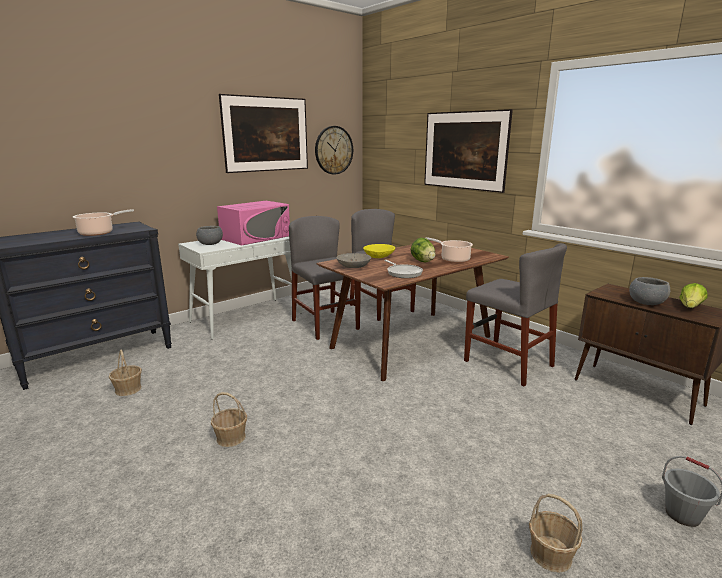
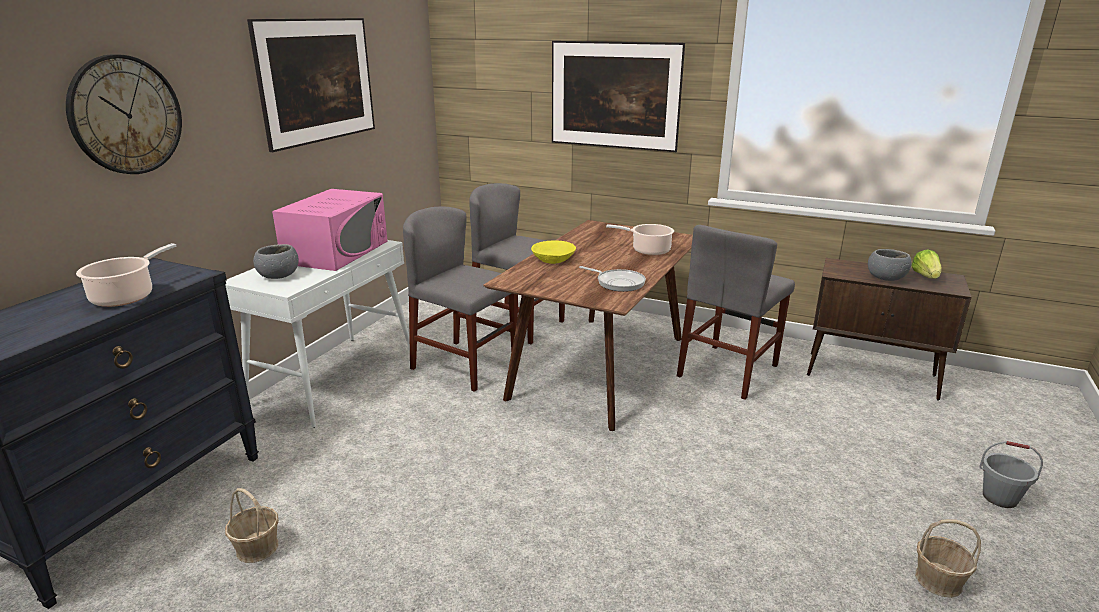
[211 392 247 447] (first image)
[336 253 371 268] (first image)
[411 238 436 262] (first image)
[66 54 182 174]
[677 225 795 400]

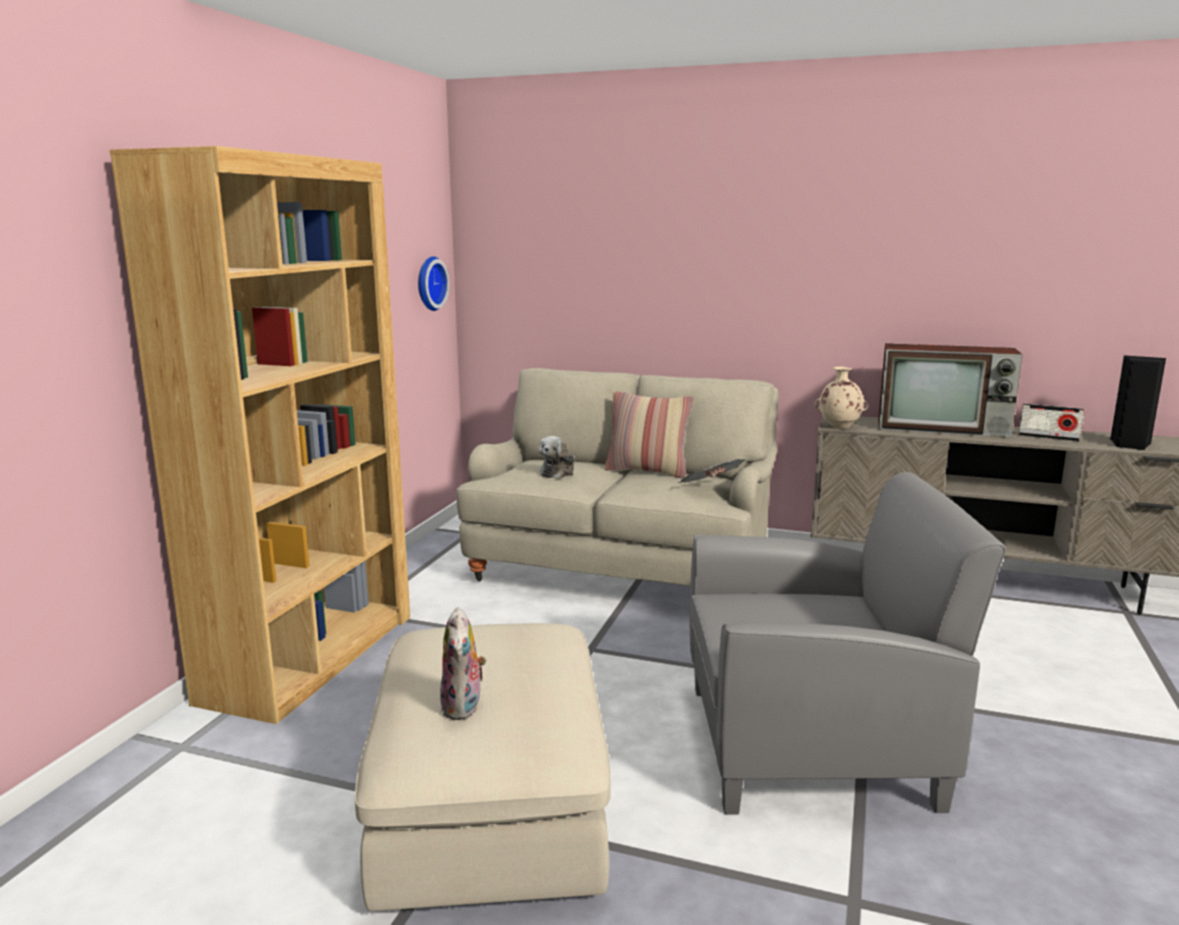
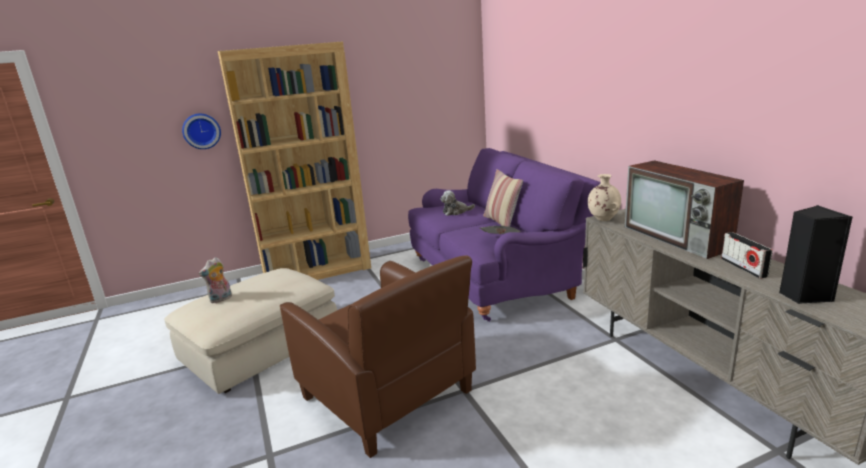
[182 114 221 149]
[408 148 601 322]
[280 255 476 458]

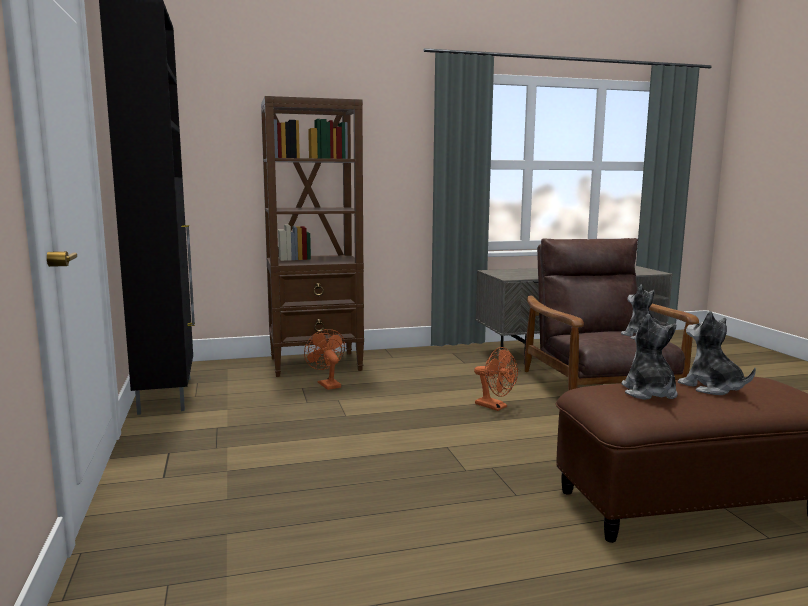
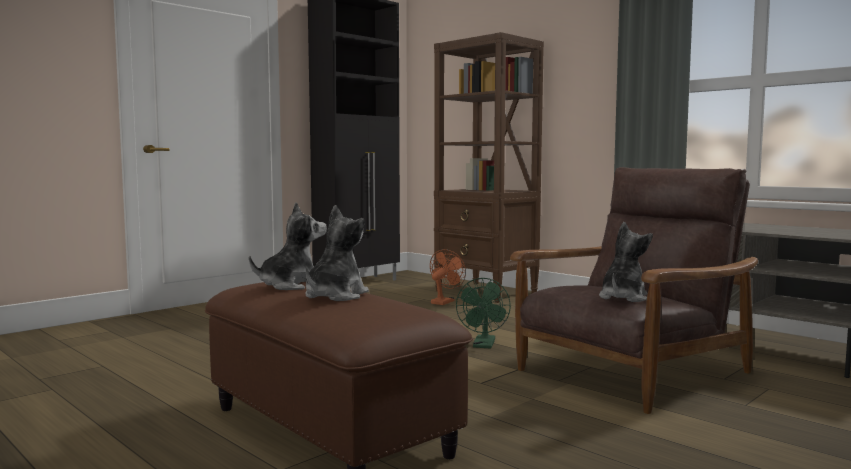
[456 278 511 349]

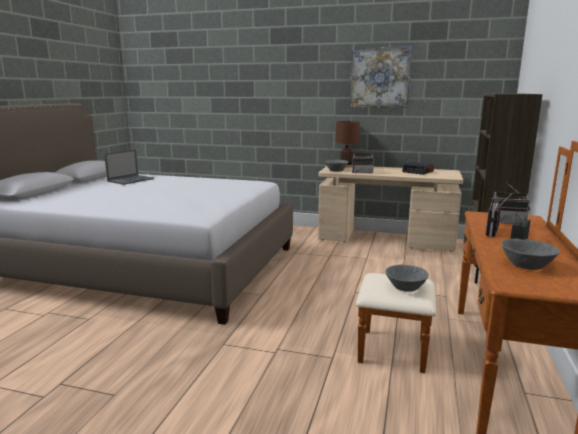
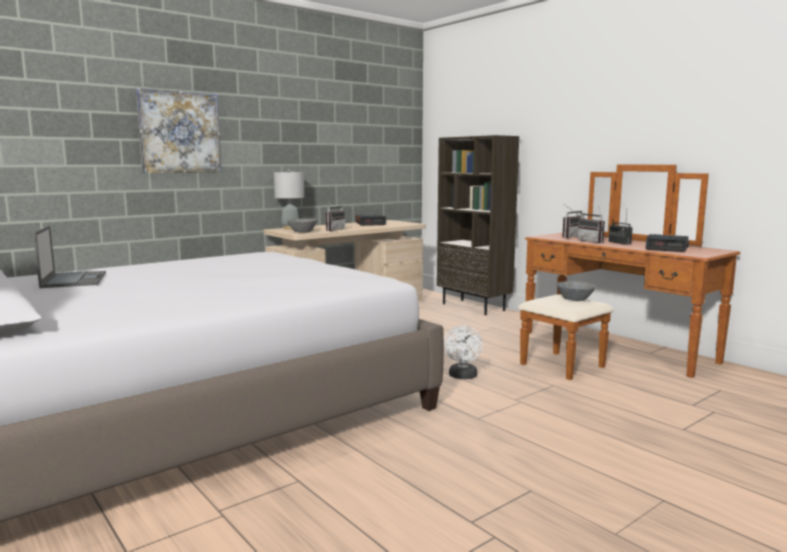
[444 325 482 379]
[136 88 222 173]
[646 234 689 252]
[274 170 304 229]

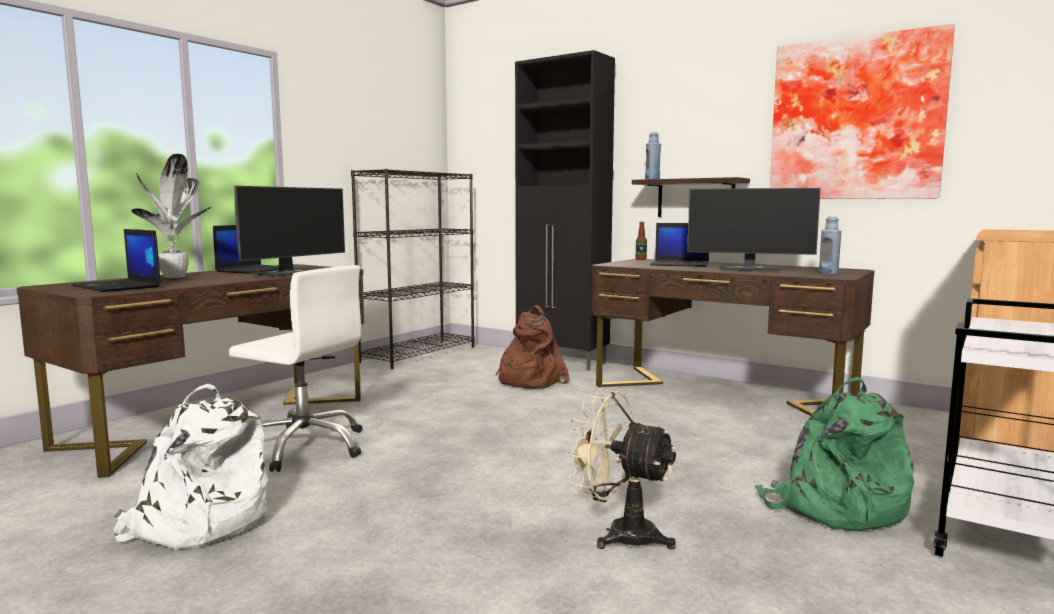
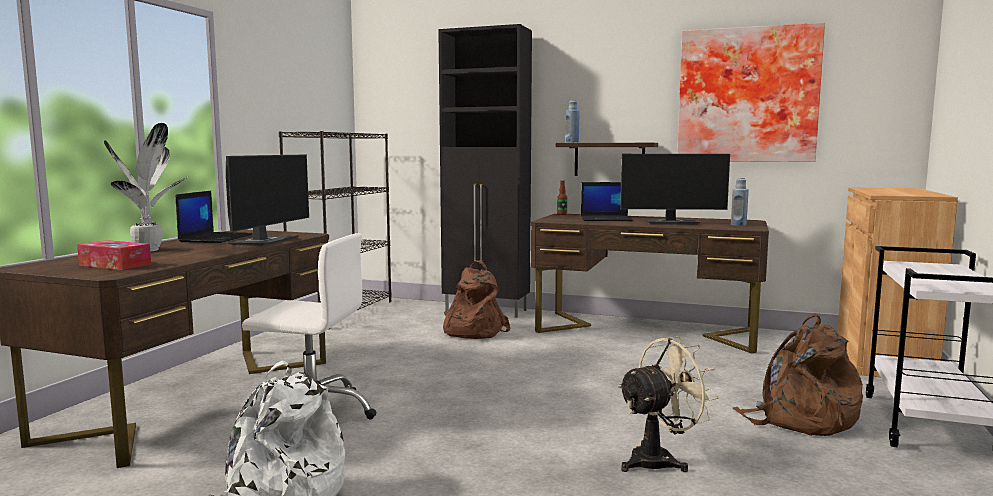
[77 240 151 270]
[733 313 863 436]
[618 336 719 472]

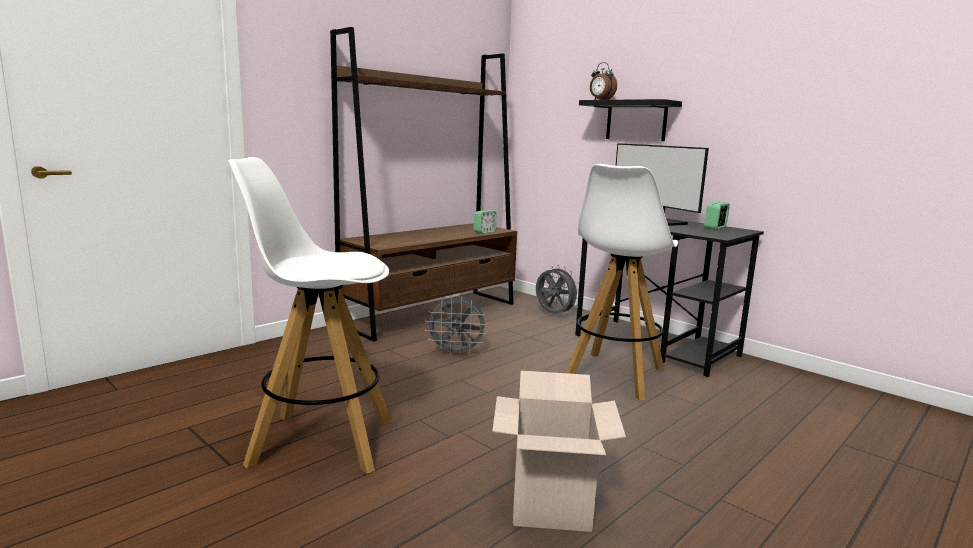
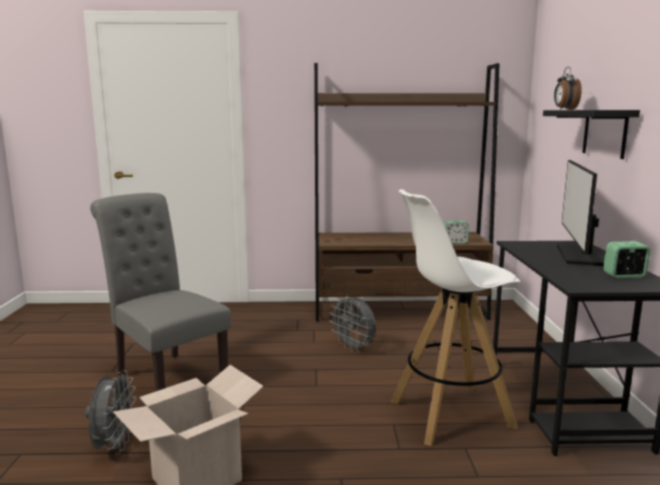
[85 370 136 454]
[90 193 231 391]

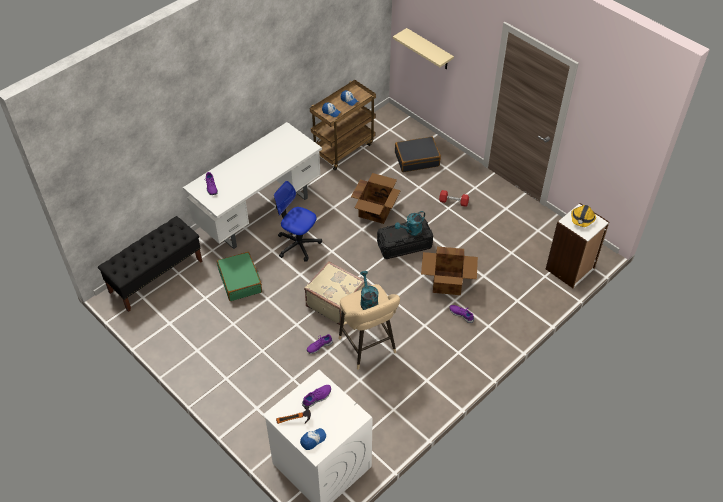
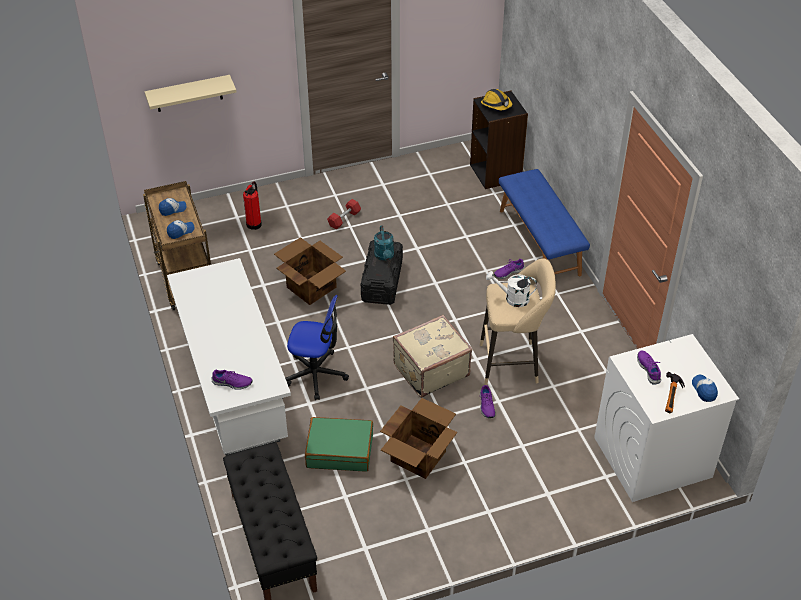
[499 169 590 276]
[380 398 457 479]
[243 182 262 230]
[486 271 537 307]
[470 90 528 189]
[285 295 349 400]

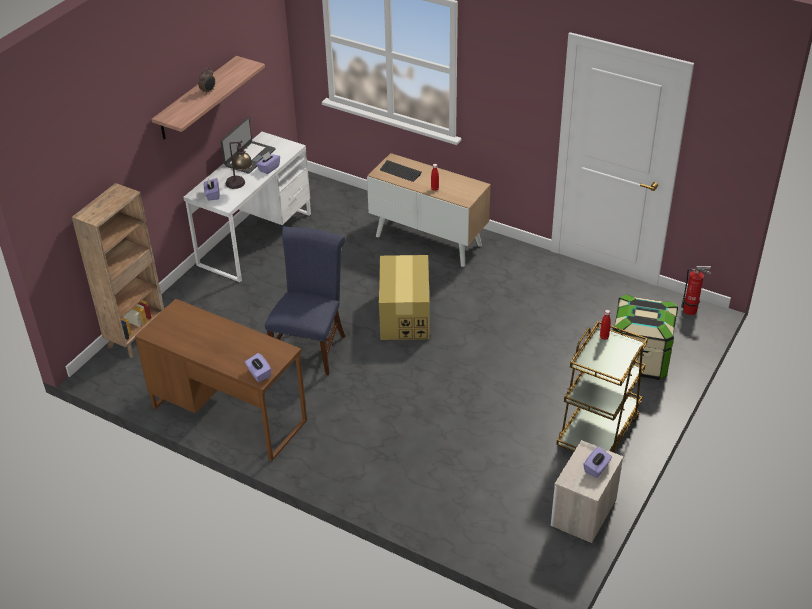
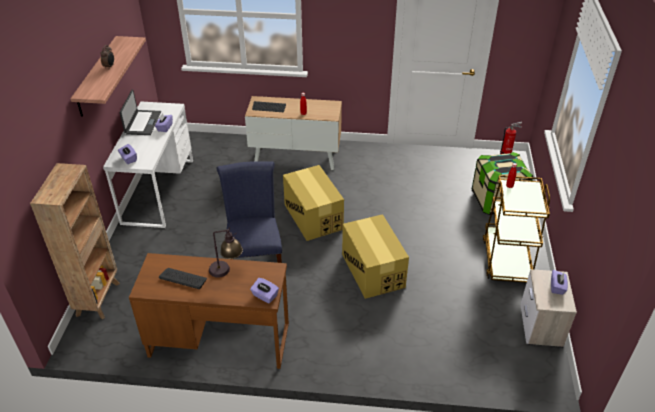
[159 268 207 289]
[342 214 409 299]
[209 228 243 278]

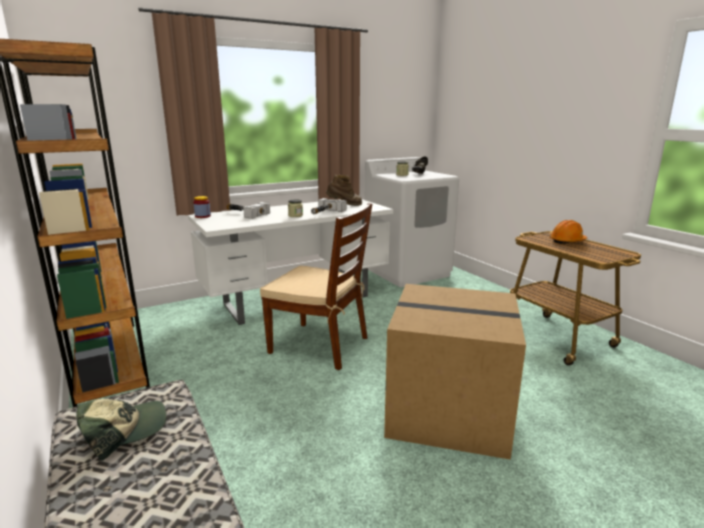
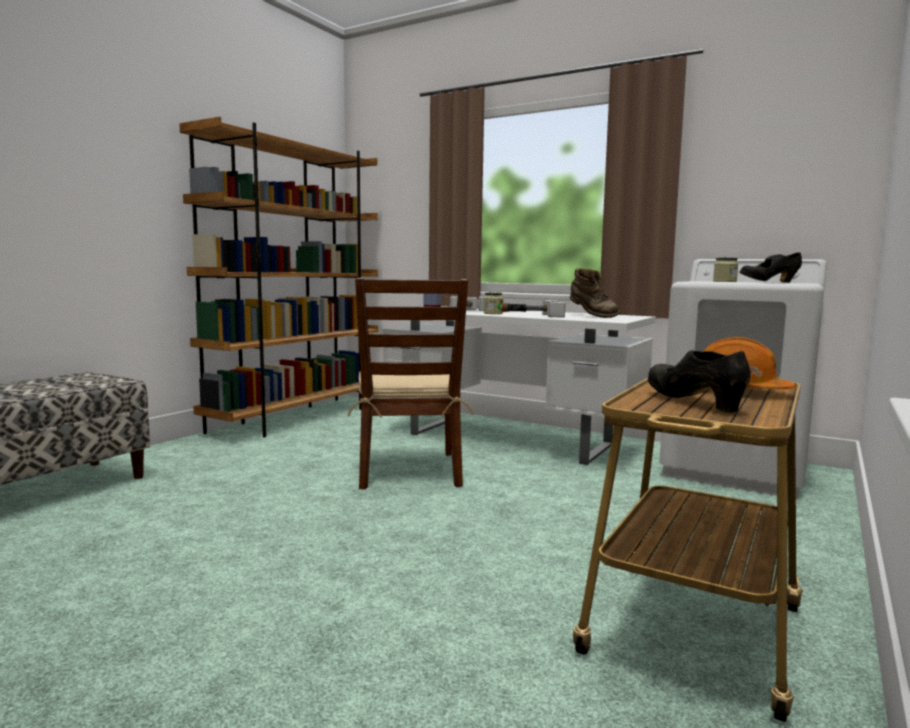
[76 399 167 461] (first image)
[384 284 526 460] (first image)
[648 350 751 413]

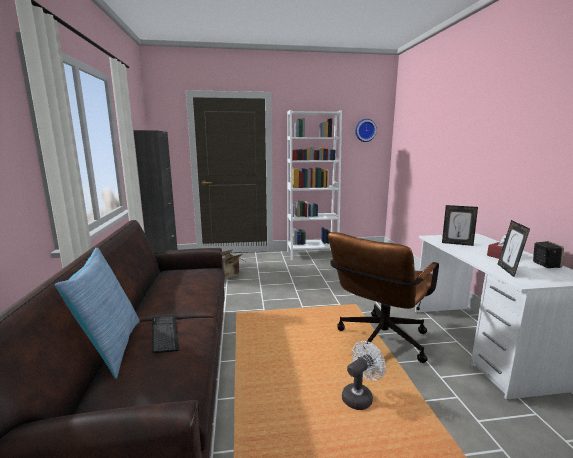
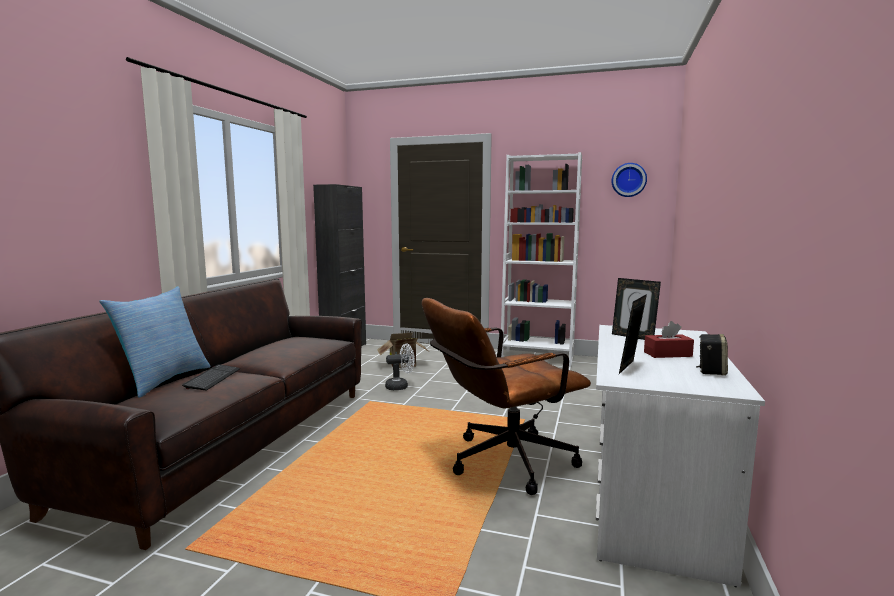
[385 344 415 390]

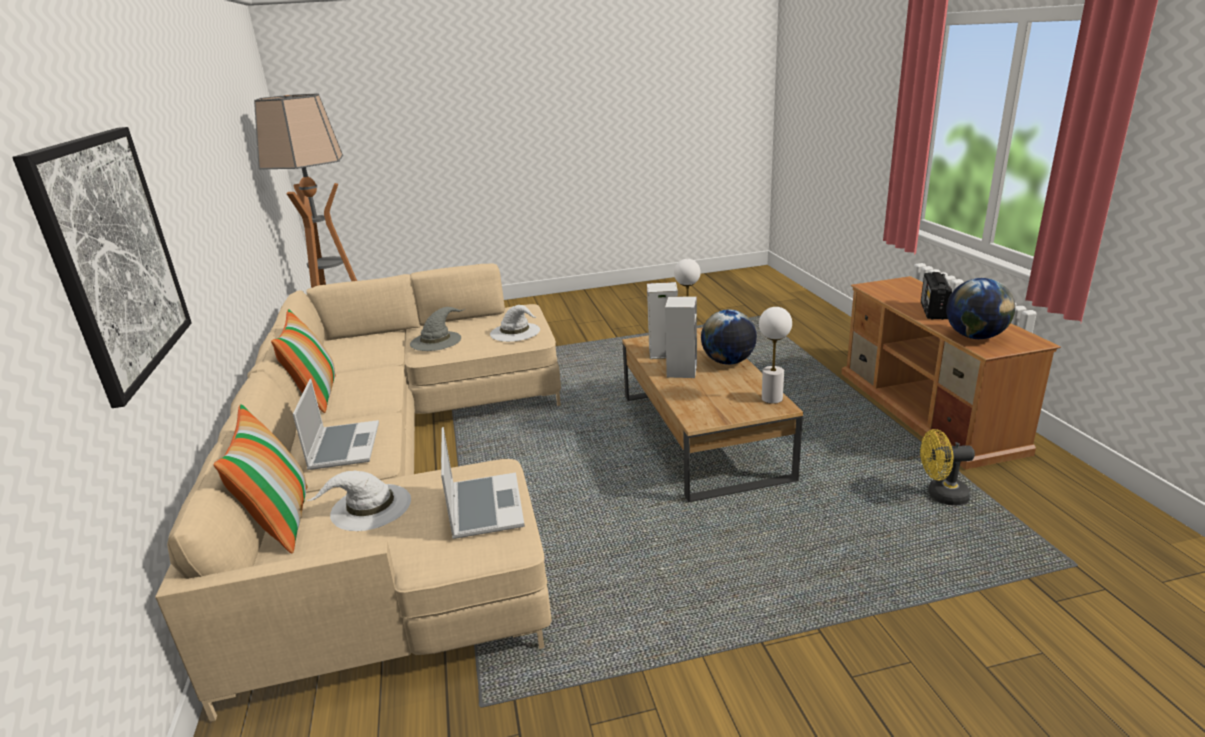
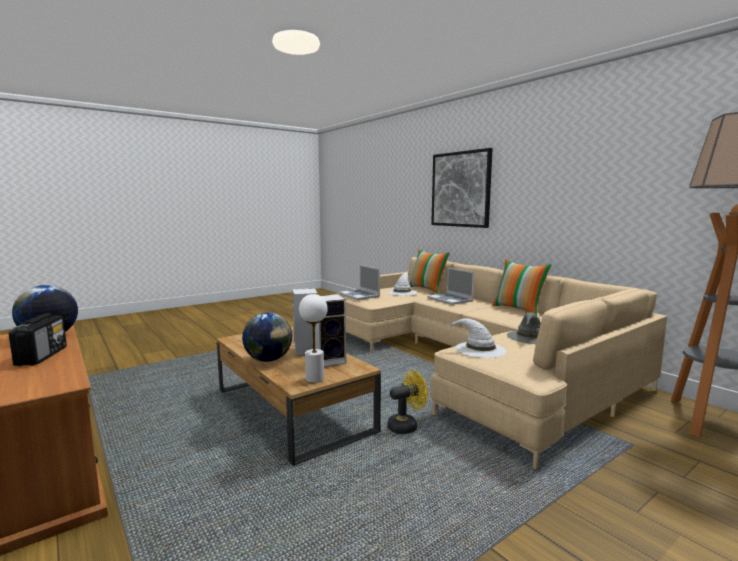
[759 307 792 404] (first image)
[387 370 428 434]

